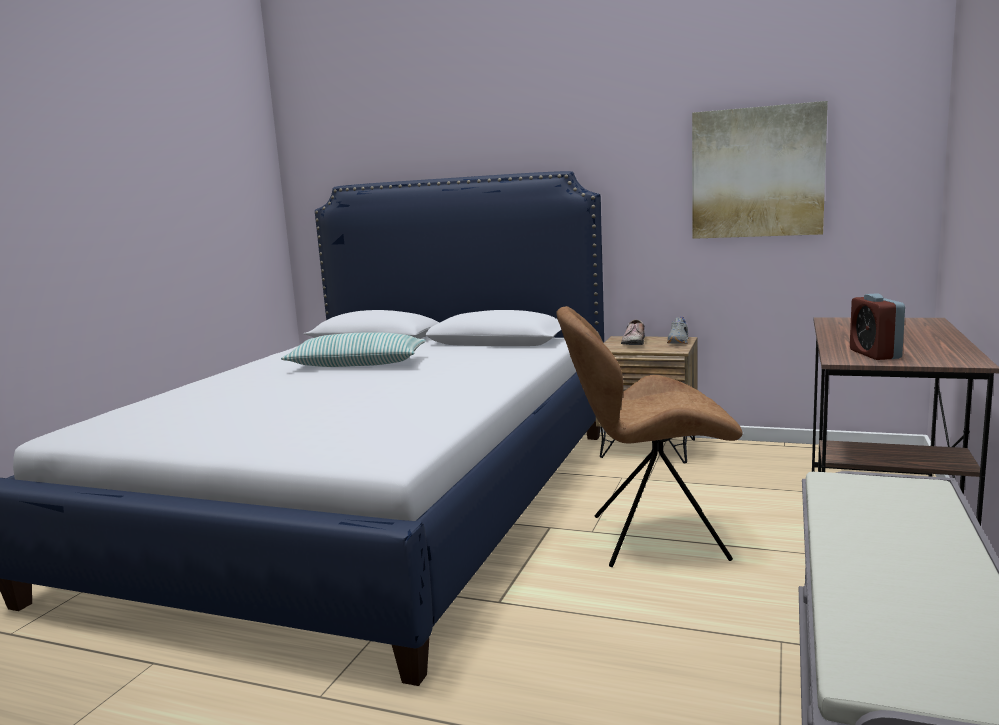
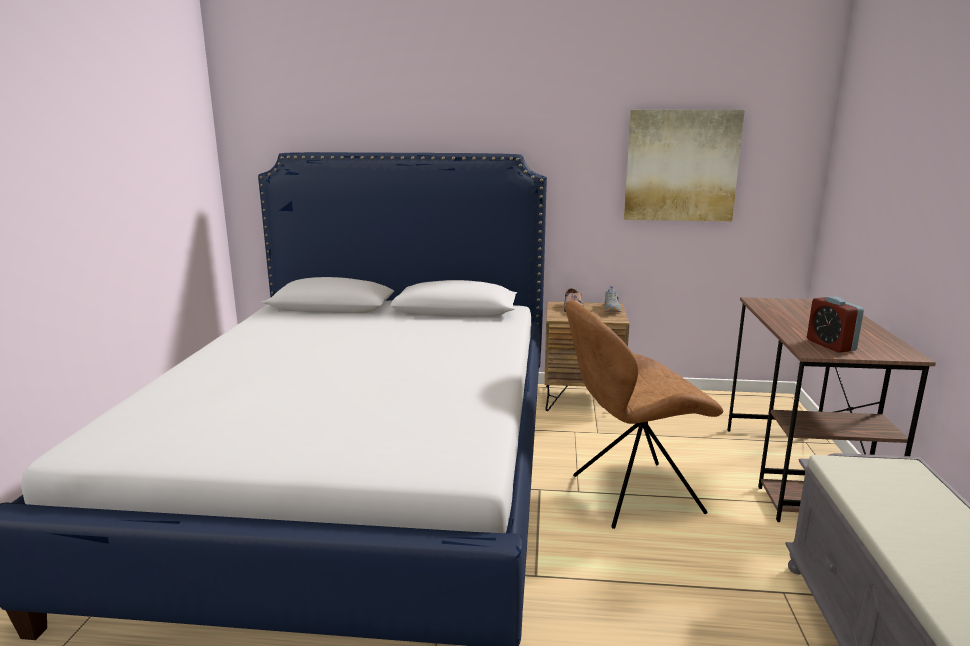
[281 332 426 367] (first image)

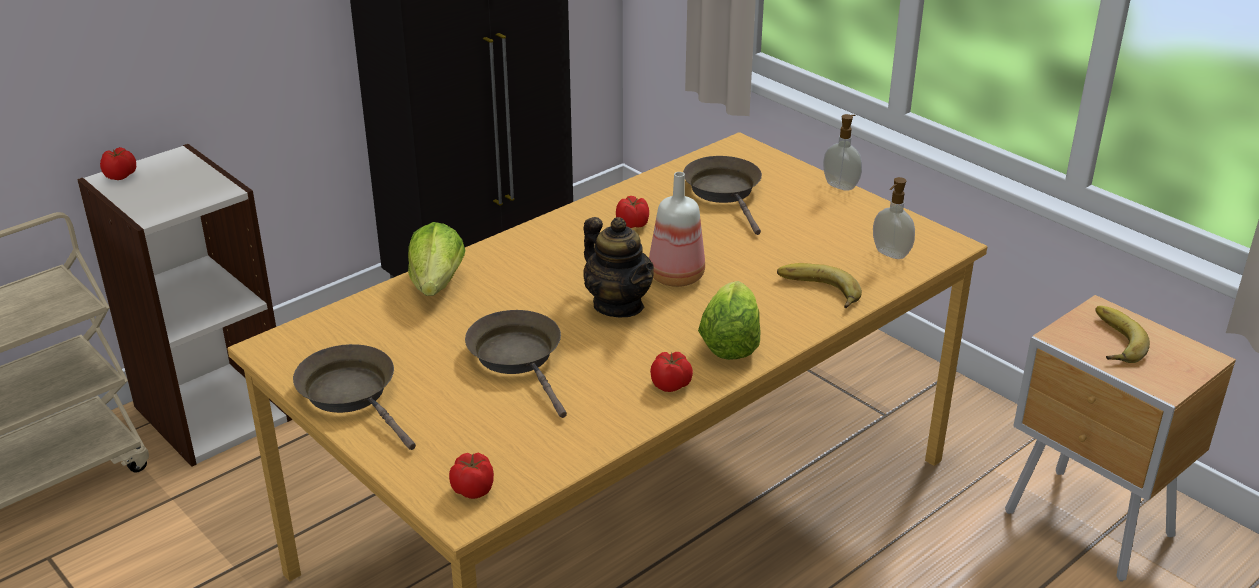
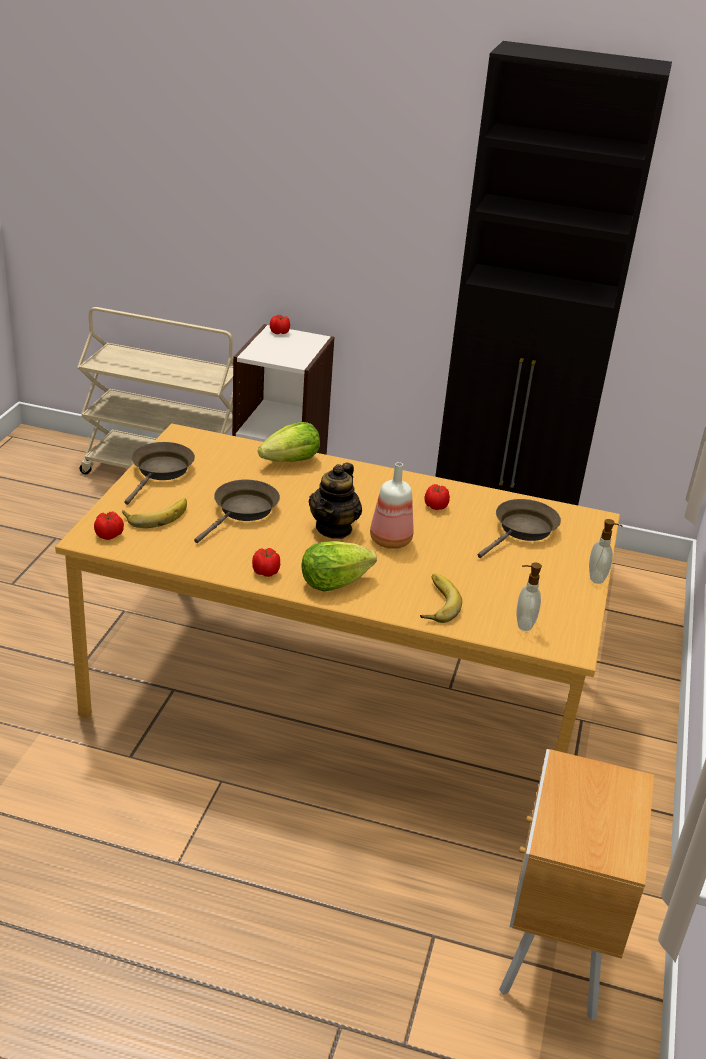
[122 498 187 528]

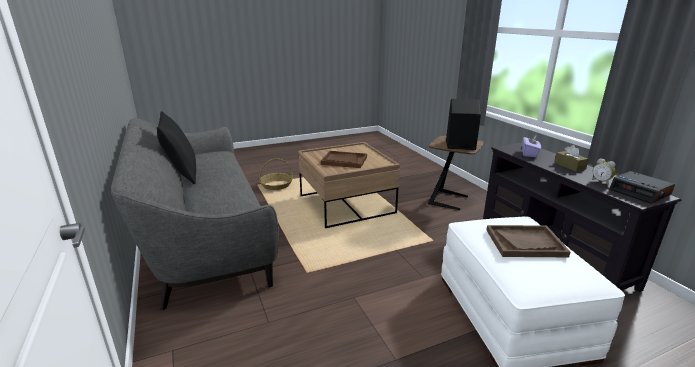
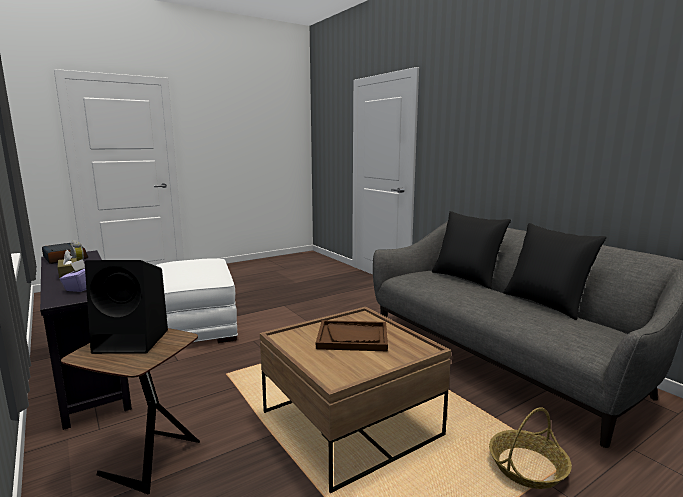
[486 225 570 257] (first image)
[432 211 511 289]

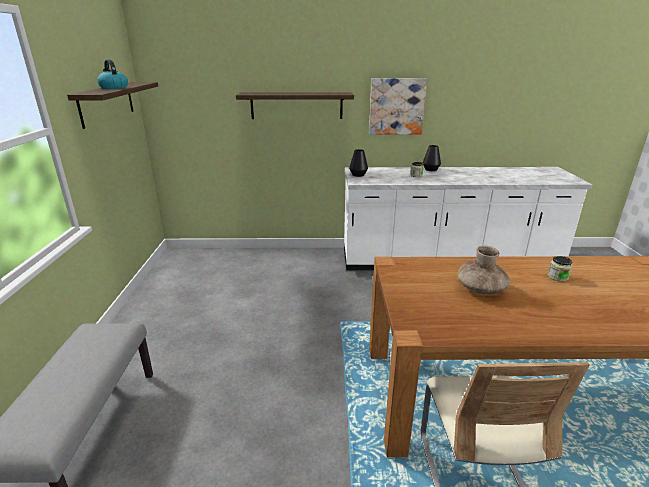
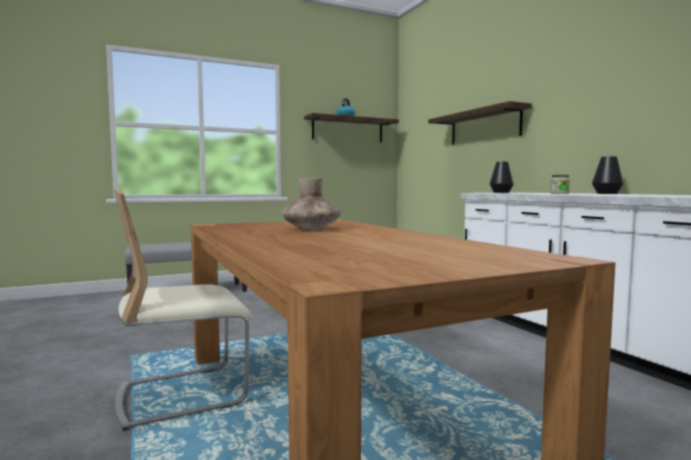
[369 78 427 135] (first image)
[548 256 572 282] (first image)

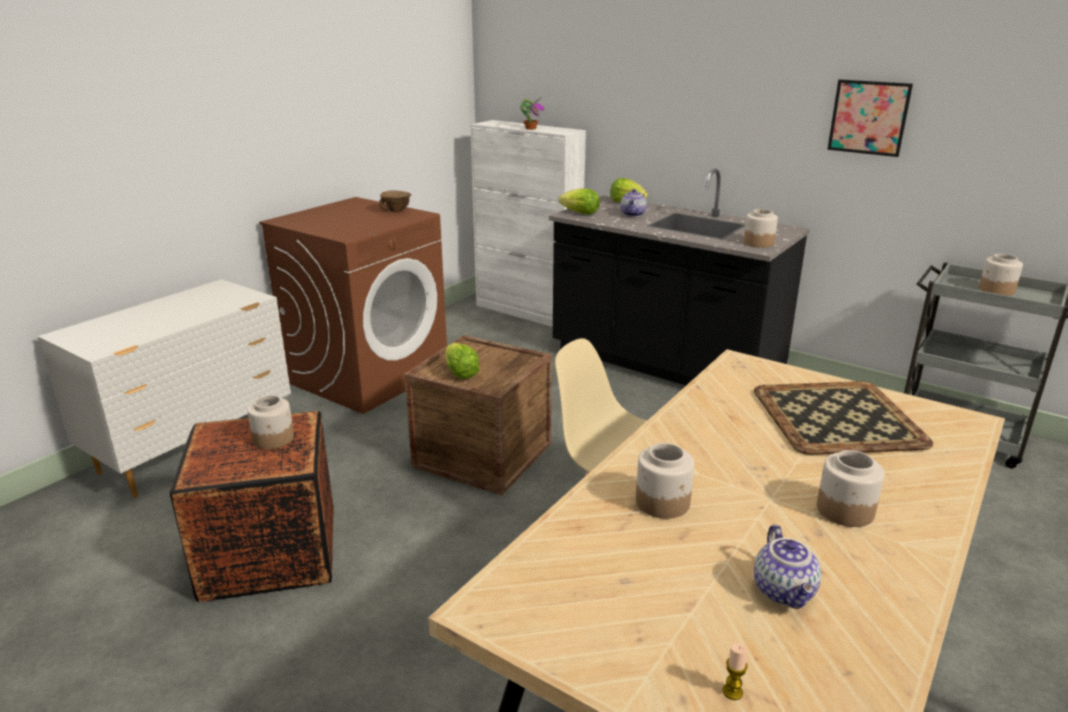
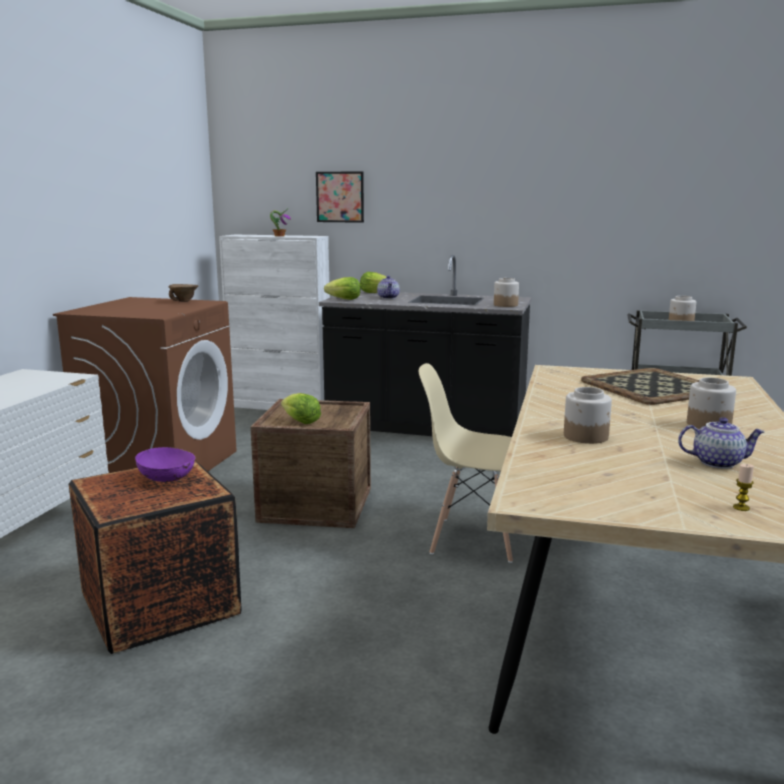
[316 171 364 223]
[135 447 196 482]
[678 417 765 469]

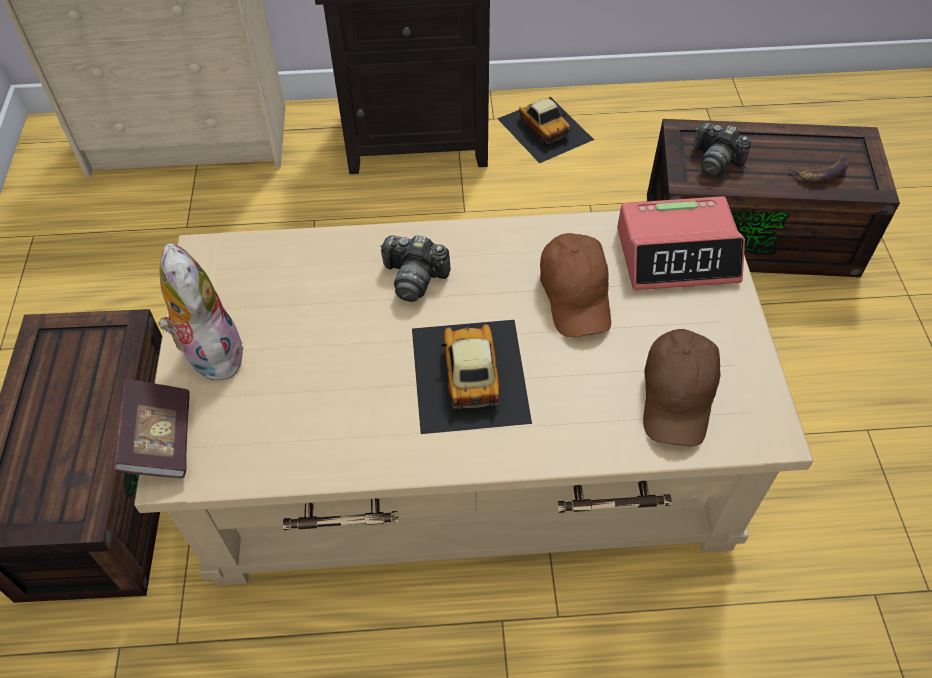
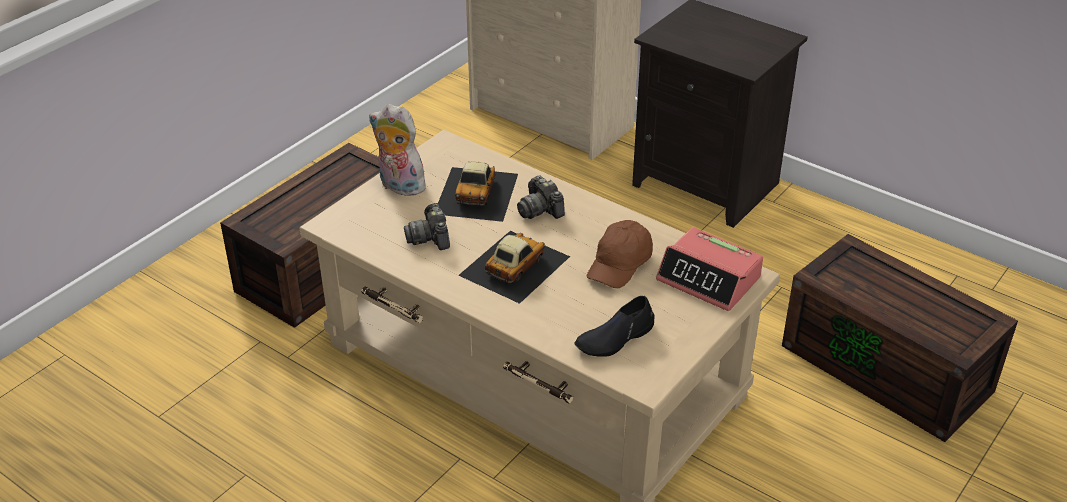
[115 379 190 478] (first image)
[789 154 849 182] (first image)
[438 161 518 222]
[404 203 450 250]
[574 296 654 357]
[369 104 428 196]

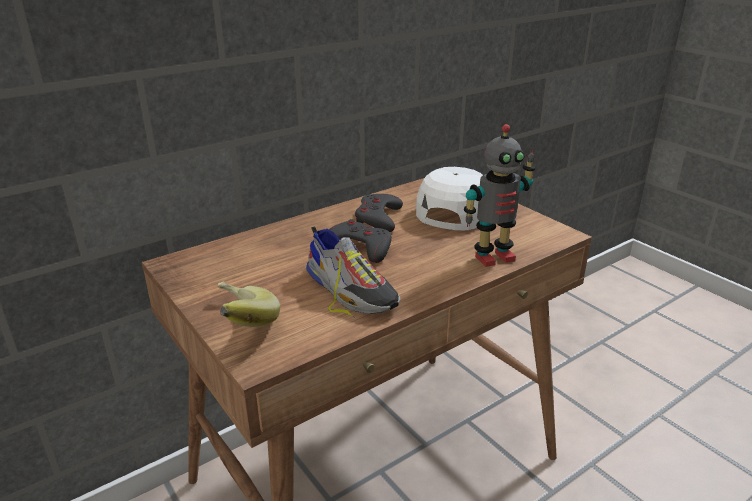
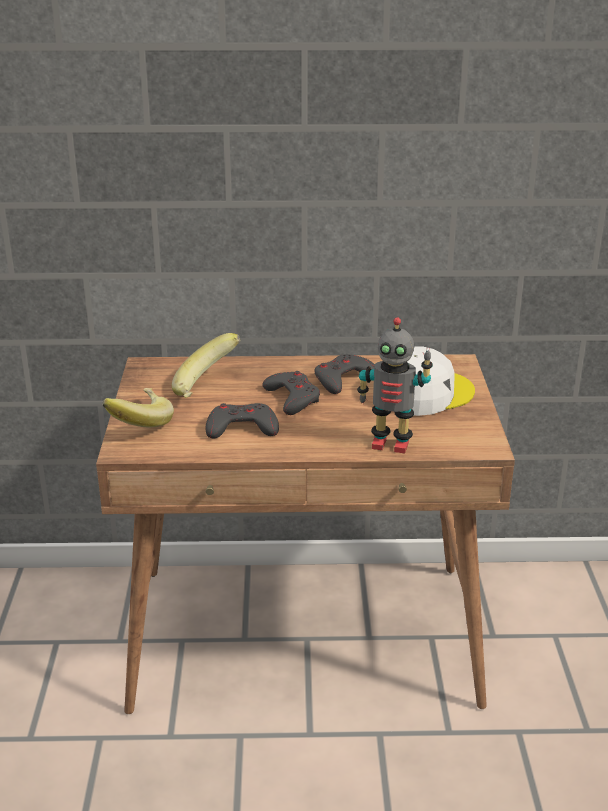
[172 333 240 398]
[205 403 279 438]

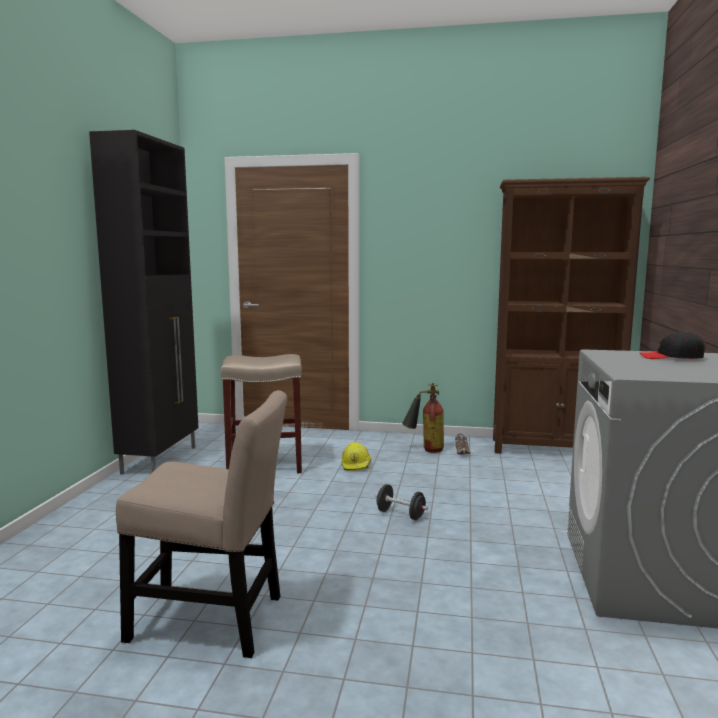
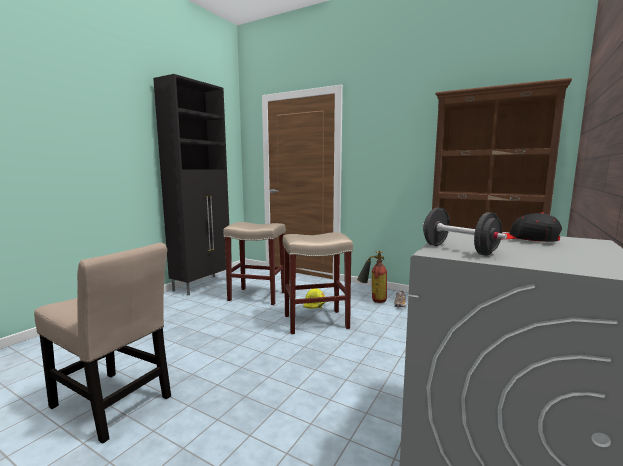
[283 232 353 334]
[422 208 507 256]

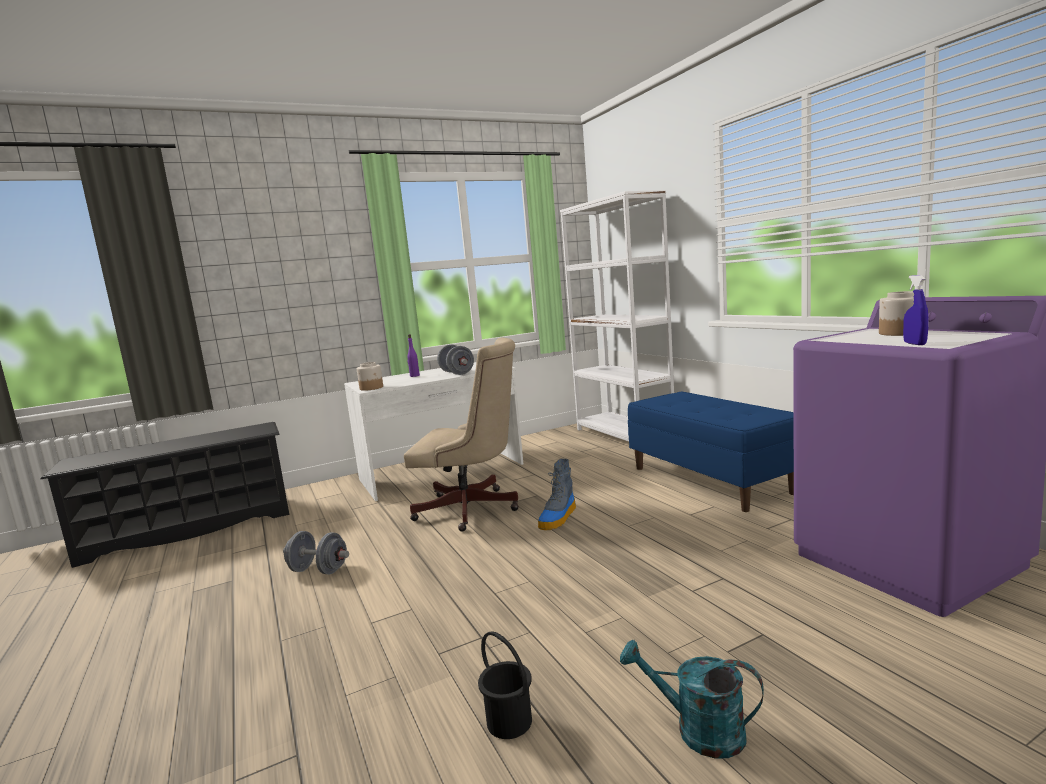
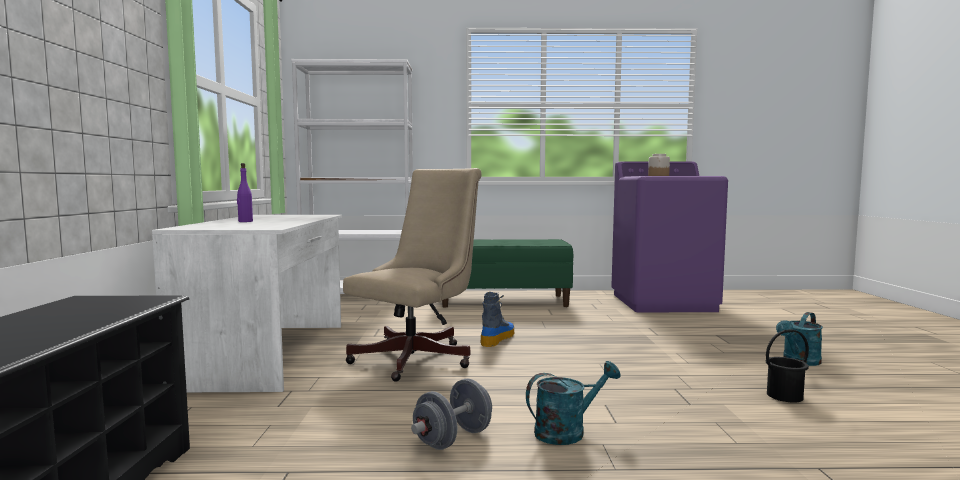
[357 362 383 391] (first image)
[437 344 474 375] (first image)
[903 275 928 345] (first image)
[526 361 621 445]
[442 239 573 308]
[480 292 515 347]

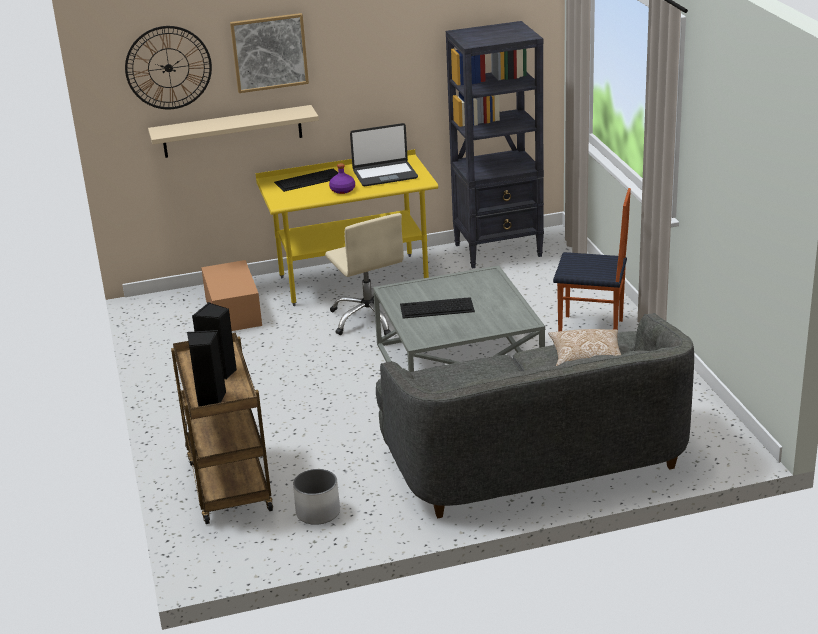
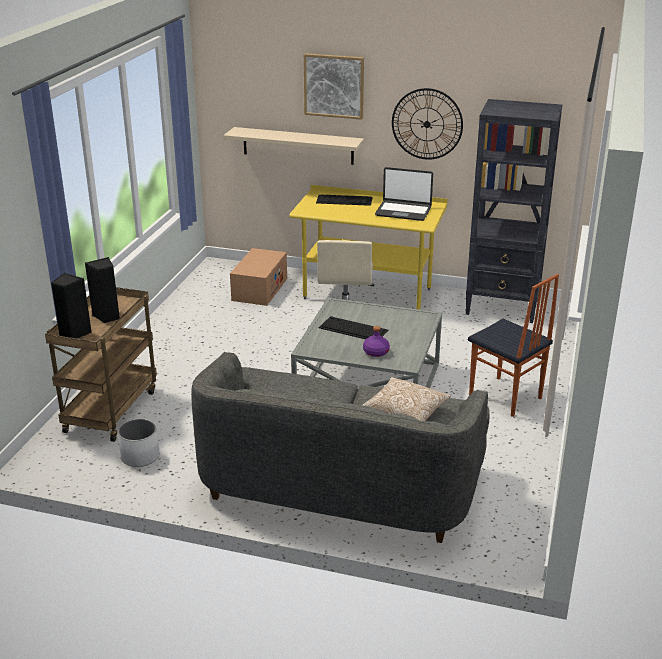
[392 88 463 160]
[363 326 390 357]

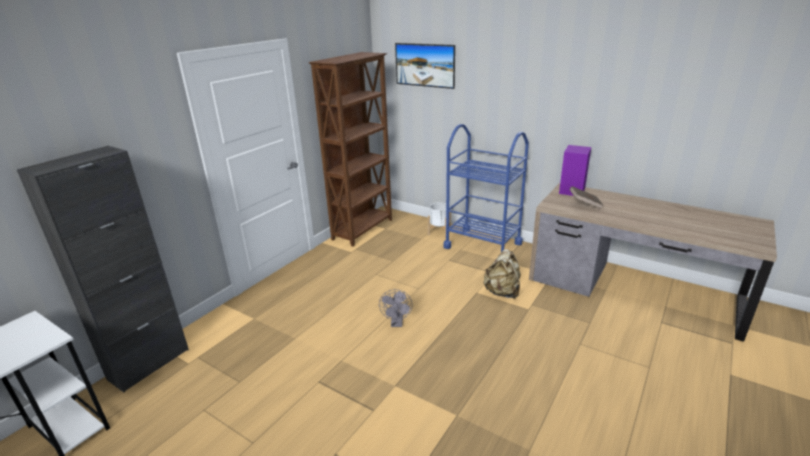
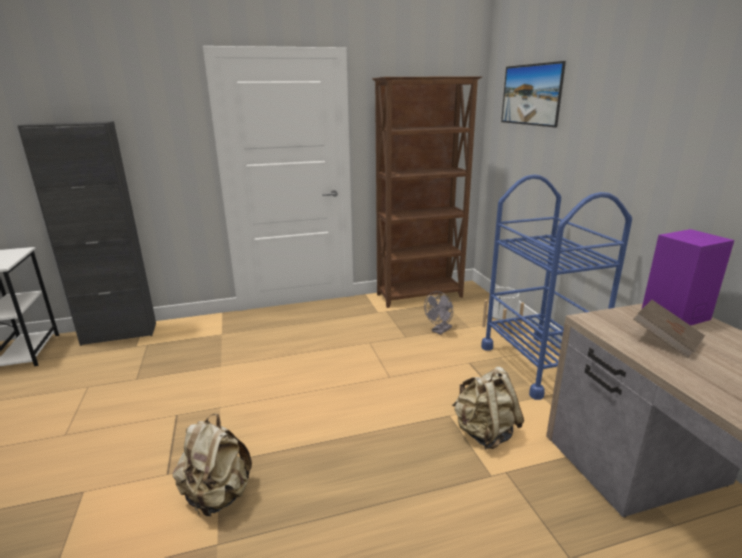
[173 414 252 517]
[424 291 453 335]

